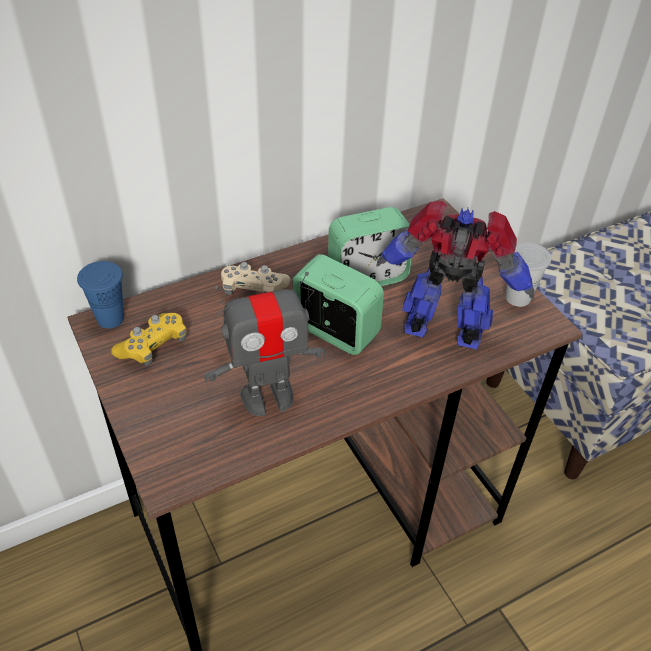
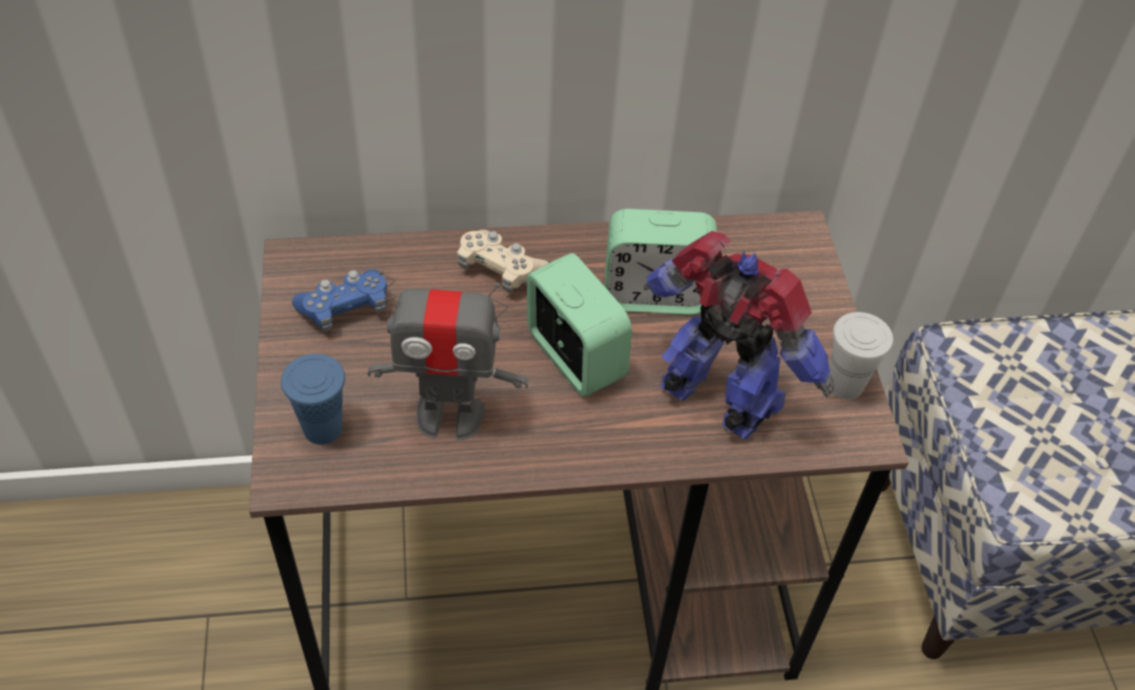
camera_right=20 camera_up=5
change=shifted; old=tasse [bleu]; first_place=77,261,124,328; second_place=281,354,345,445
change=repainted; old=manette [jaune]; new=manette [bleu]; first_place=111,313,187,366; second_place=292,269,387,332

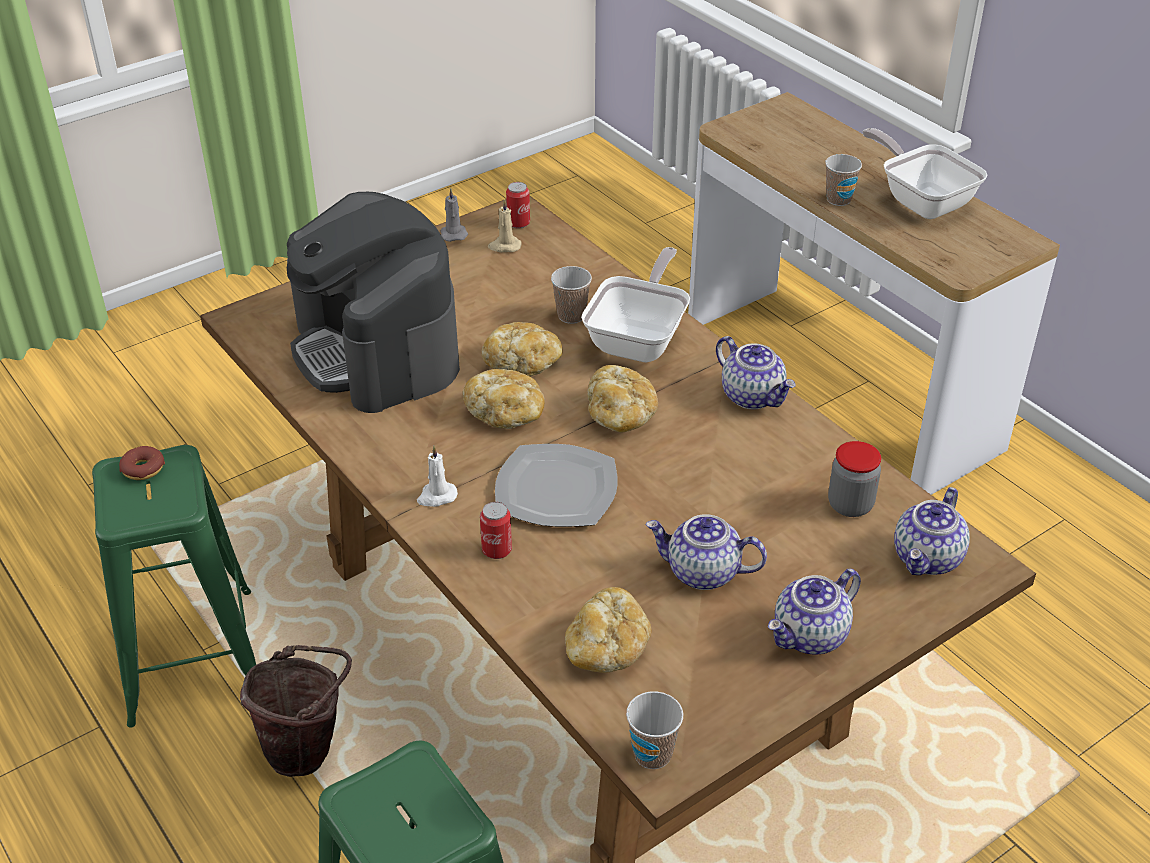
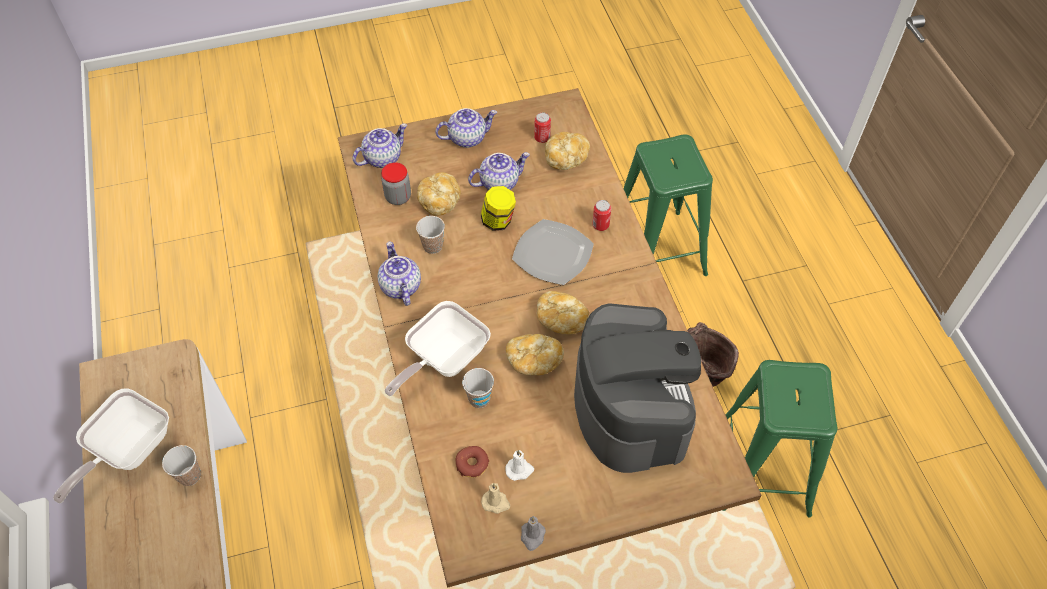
camera_right=-160 camera_up=15
change=new; new=bocal; second_place=481,186,516,231
change=shifted; old=beignet; first_place=119,446,165,480; second_place=456,446,489,477
change=shifted; old=bougie [blanc]; first_place=417,446,458,507; second_place=505,450,534,481
change=shifted; old=boîte métallique; first_place=506,182,530,228; second_place=534,112,551,143
change=shifted; old=pain; first_place=587,365,658,432; second_place=417,172,461,216
change=shifted; old=tasse; first_place=626,691,683,769; second_place=416,216,445,254
change=rotated; old=théière; first_place=646,514,767,590; second_place=468,152,530,190; degrees=-60
change=rotated; old=poêle; first_place=862,128,987,219; second_place=53,388,169,503; degrees=45

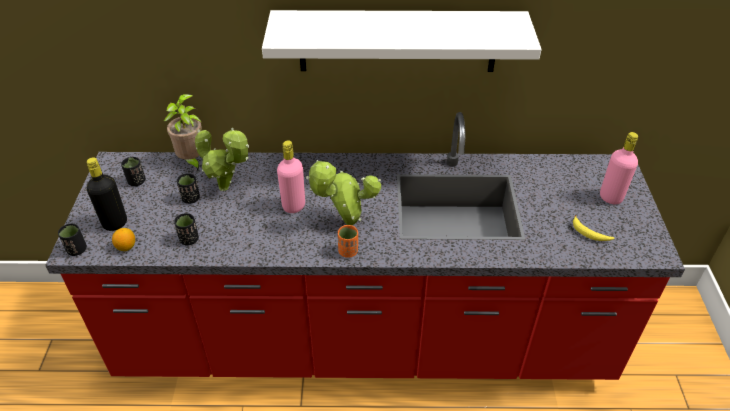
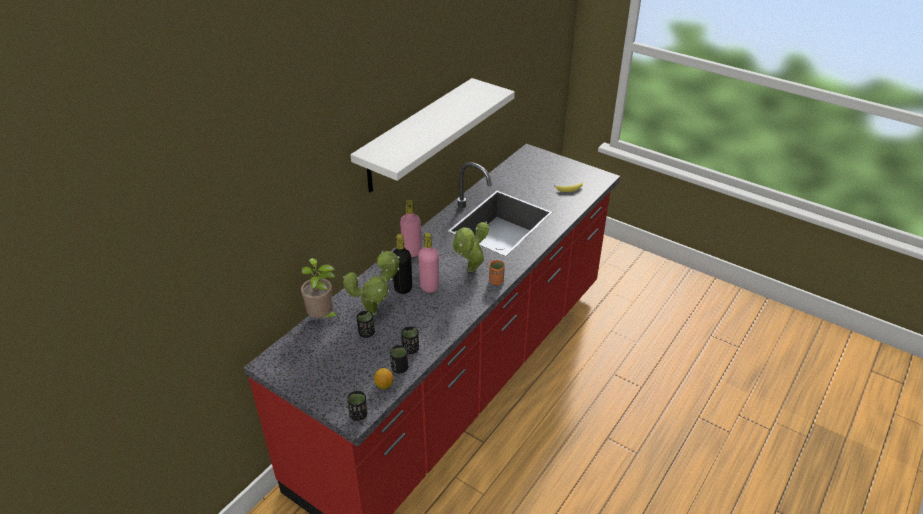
camera_right=-55 camera_up=-5
change=shifted; old=bouteille [noir]; first_place=86,157,127,231; second_place=393,234,412,294
change=shifted; old=tasse [noir]; first_place=121,157,146,186; second_place=390,345,408,374
change=shifted; old=bouteille [rose]; first_place=600,132,638,204; second_place=400,200,422,257

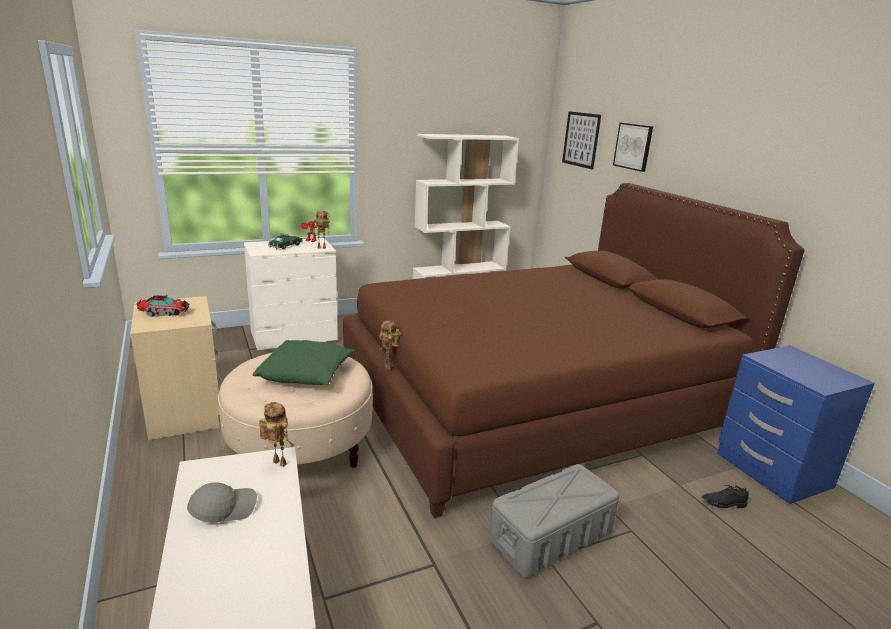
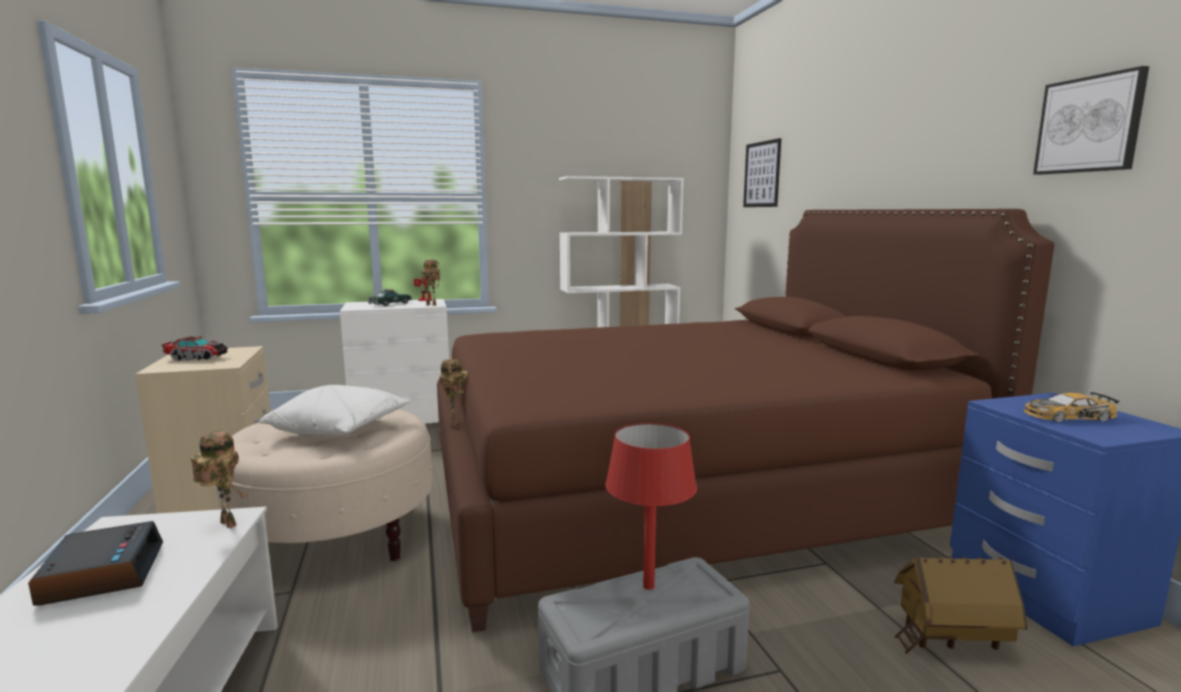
camera_right=10 camera_up=-10
change=new; new=lampe de table [rouge]; second_place=605,423,697,590
change=new; new=petite voiture; second_place=1023,392,1119,422
change=shifted; old=tableau; first_place=613,123,653,172; second_place=1033,66,1149,175
change=swapped; old=casquette [gris]; new=réveil; first_place=187,482,257,522; second_place=28,521,163,606
change=swapped; old=chaussure [noir]; new=maison miniature; first_place=701,485,749,508; second_place=894,556,1027,654
change=repainted; old=coussin [vert]; new=coussin [blanc]; first_place=253,340,355,385; second_place=259,385,411,435

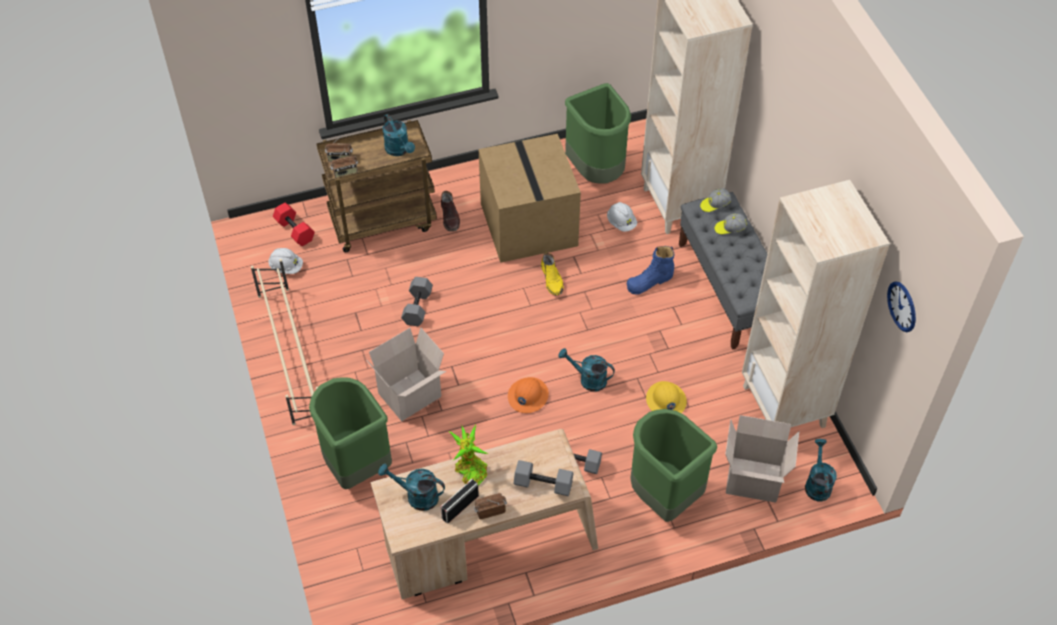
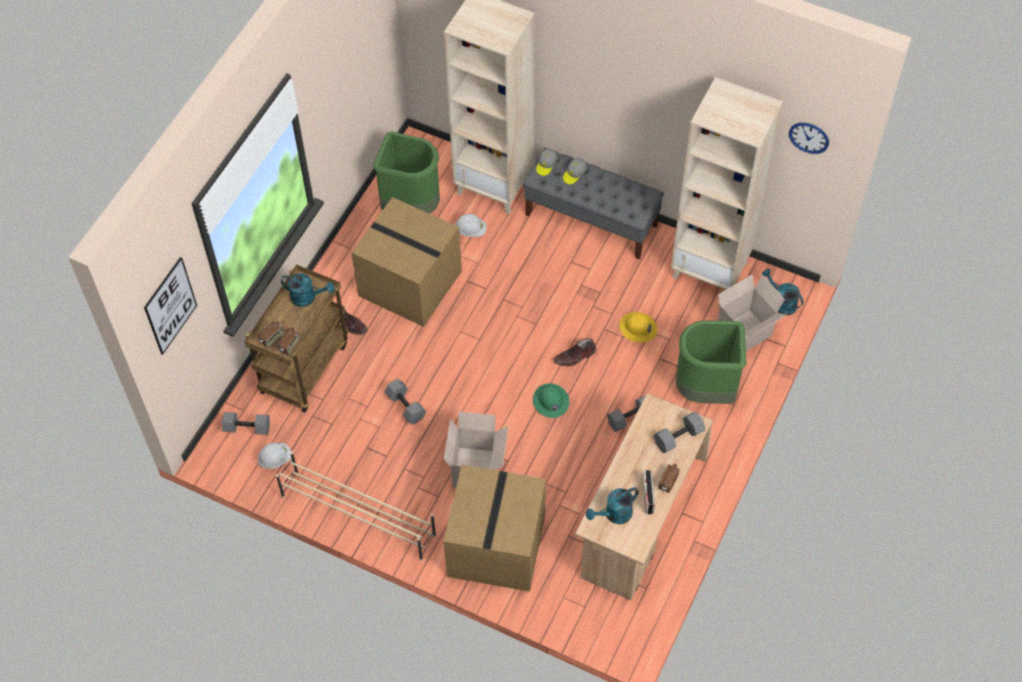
camera_right=-45 camera_up=5
change=gone; old=plante en pot; first_place=449,425,488,485
change=gone; old=botte [jaune]; first_place=541,253,564,295
change=gone; old=botte [bleu]; first_place=627,246,674,295
change=new; new=tableau; second_place=144,257,197,355
change=swapped; old=poubelle [vert]; new=carton; first_place=309,377,392,489; second_place=443,465,546,592
change=swapped; old=arrosoir [turquoise]; new=botte [marron]; first_place=558,348,615,392; second_place=553,338,596,366
change=repainted; old=haltère [rouge]; new=haltère [gris]; first_place=273,203,315,246; second_place=222,412,270,435
change=repainted; old=casque de chantier [orange]; new=casque de chantier [vert]; first_place=508,377,549,413; second_place=533,383,569,418

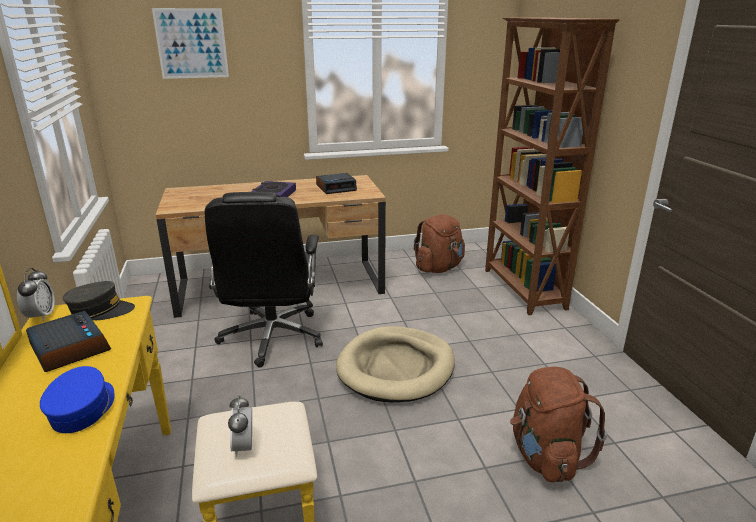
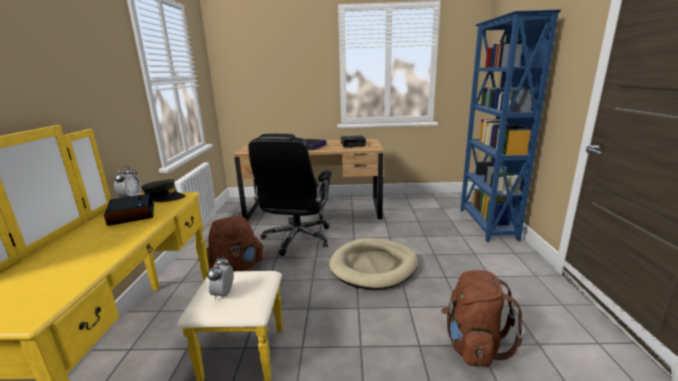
camera_right=15 camera_up=-5
change=gone; old=casquette [bleu]; first_place=40,366,115,433
change=gone; old=tableau; first_place=152,8,229,79
change=shifted; old=sac à dos [marron]; first_place=414,214,465,273; second_place=206,216,264,271
change=repainted; old=bibliothèque [marron]; new=bibliothèque [bleu]; first_place=485,17,620,315; second_place=460,9,561,242

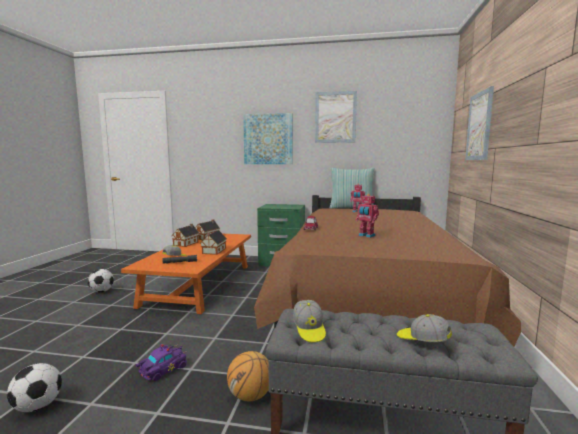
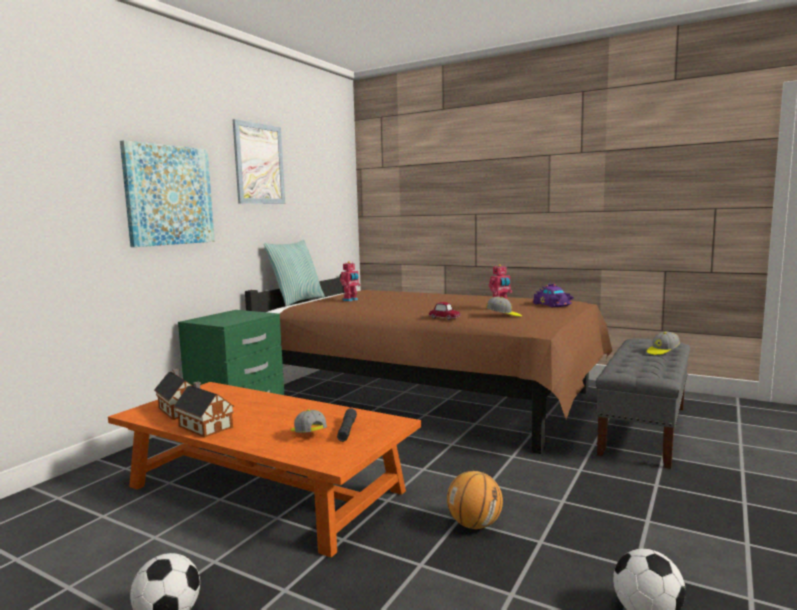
camera_right=-70 camera_up=0
change=gone; old=maison miniature; first_place=200,230,227,255
change=gone; old=tableau; first_place=465,86,494,160
change=shifted; old=petite voiture [violet]; first_place=136,344,187,381; second_place=533,283,574,308
change=shifted; old=ballon de basket; first_place=227,351,269,402; second_place=447,471,503,529
change=shifted; old=casquette; first_place=293,300,326,343; second_place=486,297,522,317

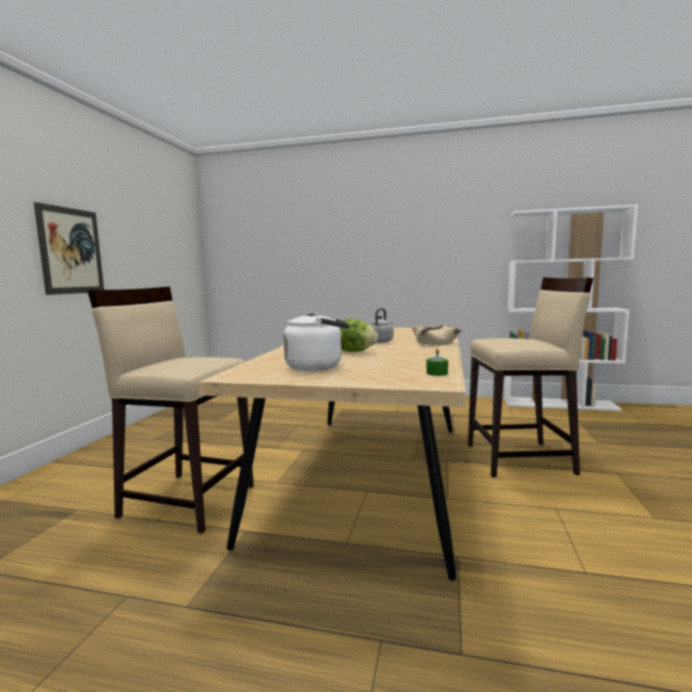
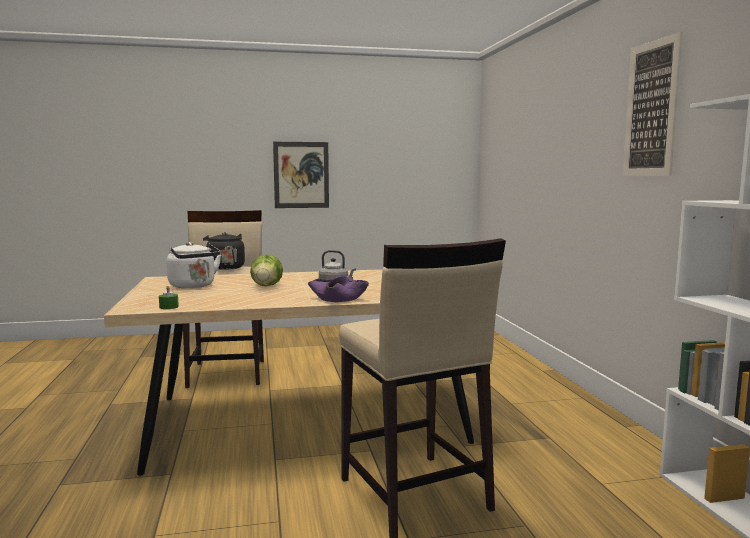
camera_right=65 camera_up=0
change=new; new=bouilloire [noir]; second_place=203,232,245,270
change=new; new=tableau; second_place=623,32,683,176
change=repainted; old=bol [beige]; new=bol [violet]; first_place=412,325,461,345; second_place=308,276,369,302

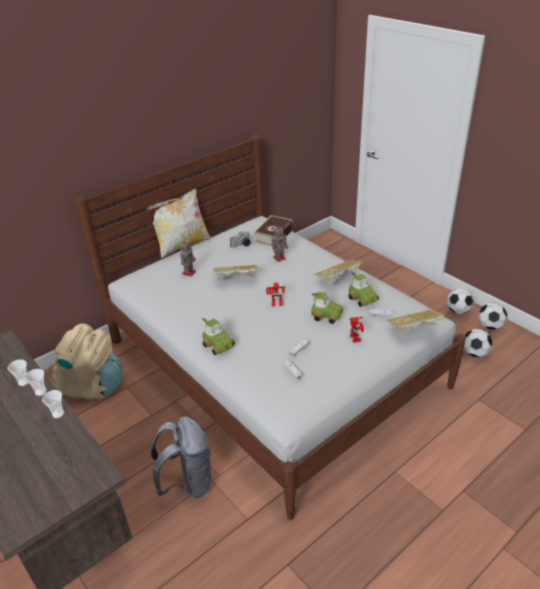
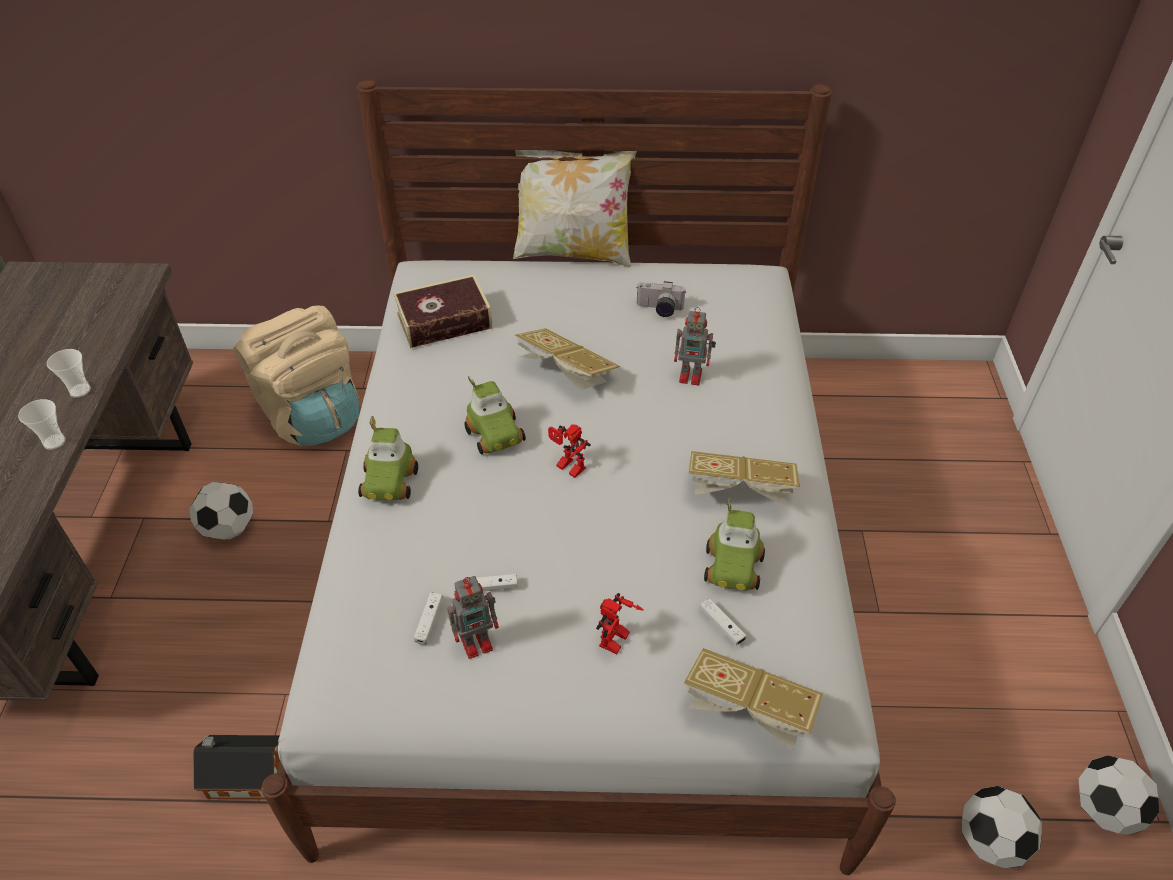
camera_right=40 camera_up=10
change=gone; old=tasse; first_place=8,359,28,386
change=gone; old=sac à dos [gris]; first_place=150,416,213,498
change=new; new=maison miniature; second_place=193,735,280,799
change=shifted; old=robot jouet; first_place=180,241,196,276; second_place=447,576,499,659
change=shifted; old=livre; first_place=254,215,293,246; second_place=393,275,492,348
change=shifted; old=petite voiture; first_place=311,292,344,324; second_place=464,376,526,455
change=shifted; old=ballon de foot; first_place=447,288,474,314; second_place=189,482,253,540

